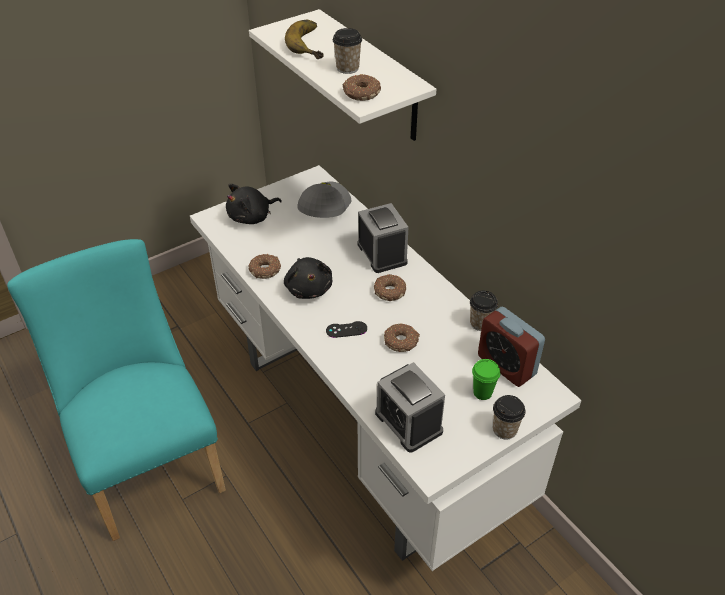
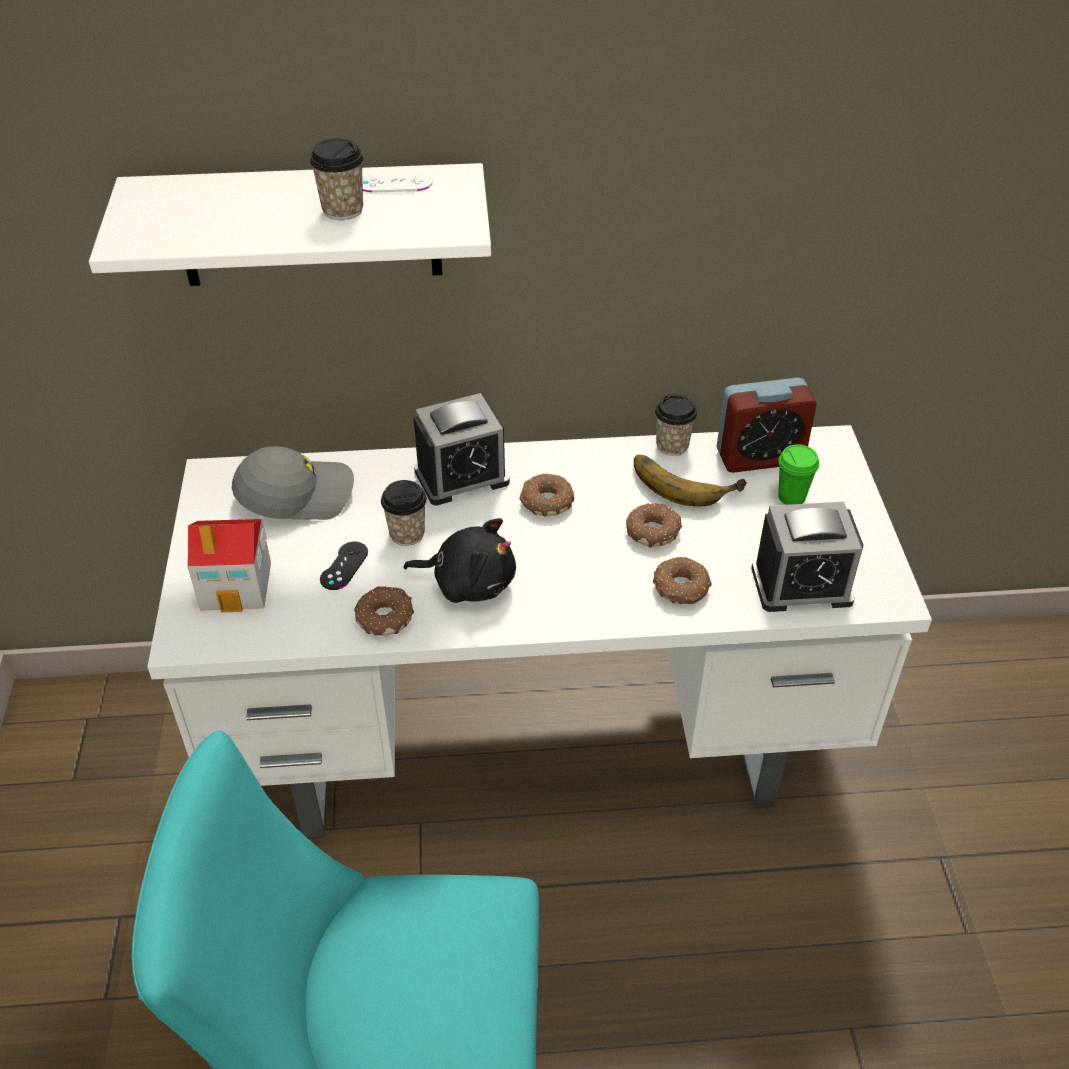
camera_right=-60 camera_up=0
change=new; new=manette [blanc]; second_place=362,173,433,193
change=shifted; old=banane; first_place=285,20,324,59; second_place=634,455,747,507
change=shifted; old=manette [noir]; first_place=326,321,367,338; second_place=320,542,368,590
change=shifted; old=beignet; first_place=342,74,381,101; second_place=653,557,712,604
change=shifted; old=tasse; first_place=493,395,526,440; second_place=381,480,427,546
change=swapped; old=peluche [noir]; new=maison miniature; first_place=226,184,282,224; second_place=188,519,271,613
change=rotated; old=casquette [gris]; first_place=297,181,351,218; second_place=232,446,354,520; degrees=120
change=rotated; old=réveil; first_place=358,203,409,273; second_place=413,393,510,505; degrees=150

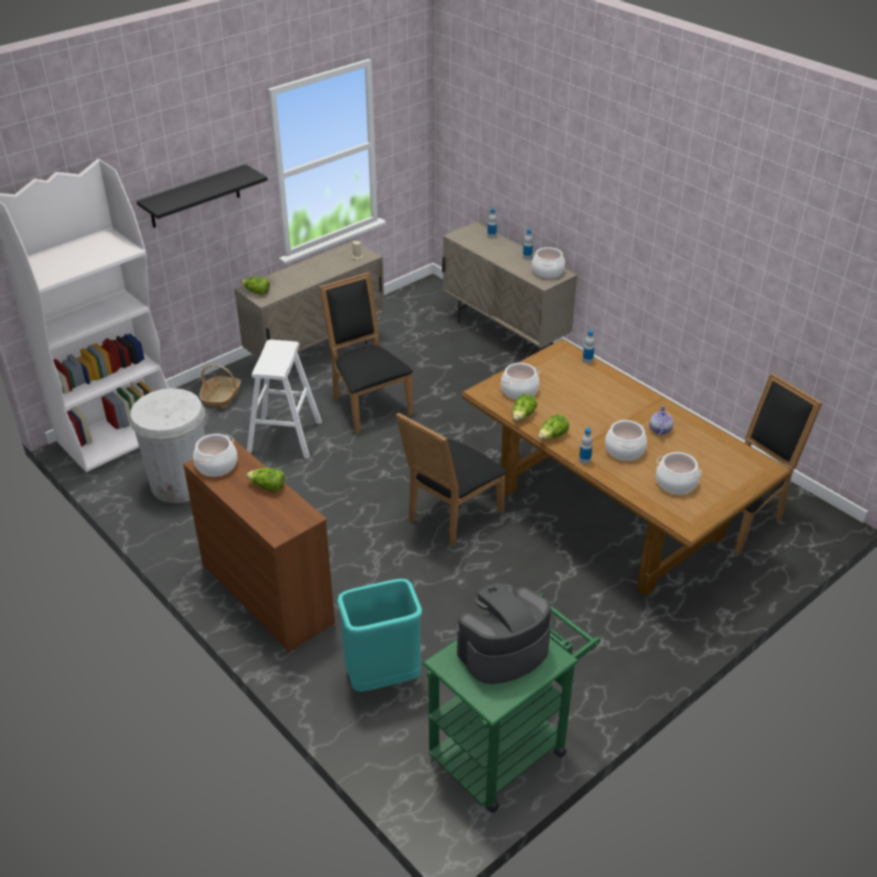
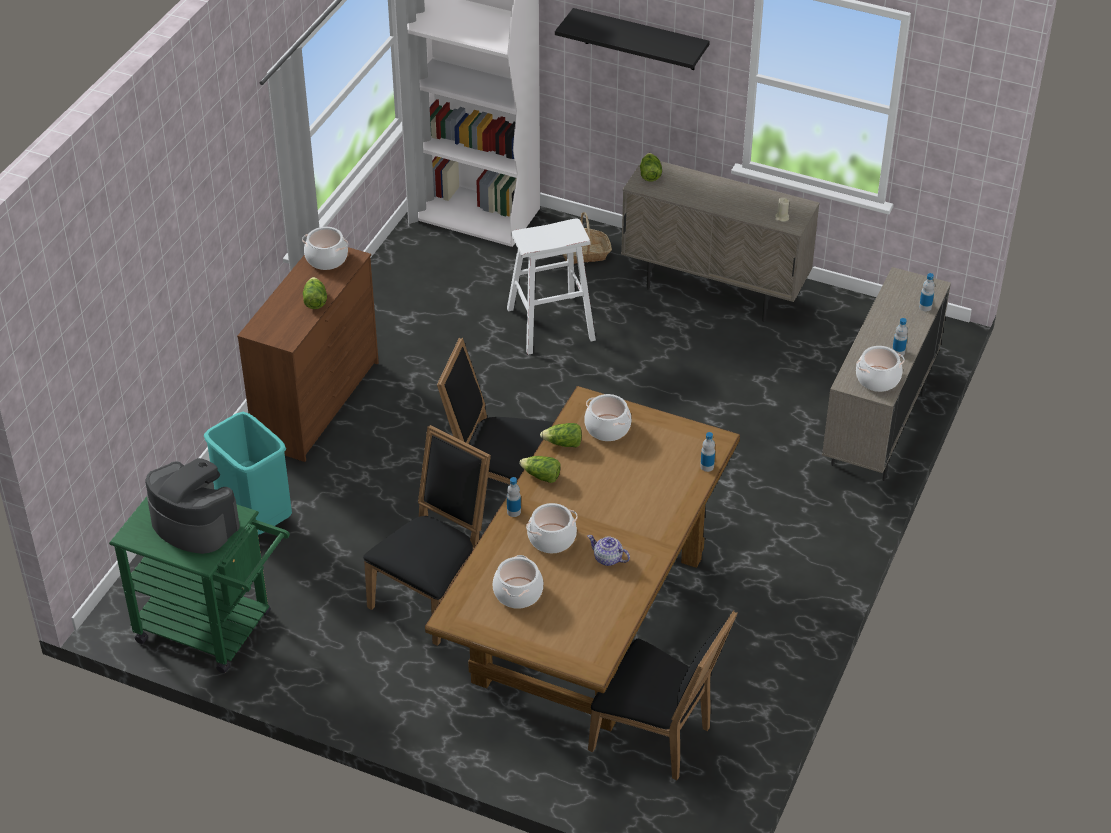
camera_right=65 camera_up=5
change=gone; old=poubelle [blanc]; first_place=129,388,205,503
change=shifted; old=chaise [noir]; first_place=319,273,413,434; second_place=363,425,491,646
change=rotated; old=théière; first_place=649,405,673,436; second_place=587,535,630,566; degrees=-135

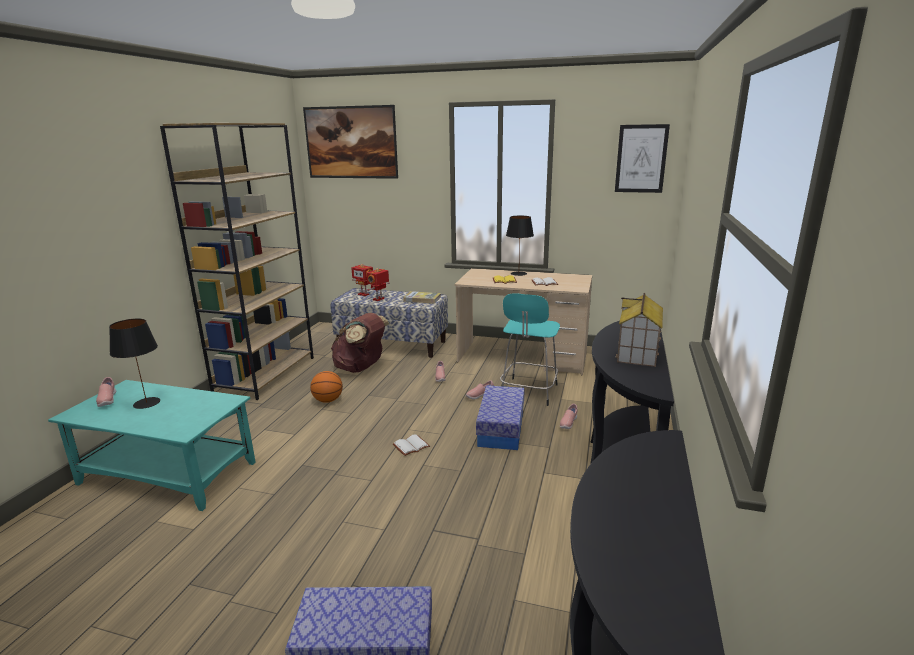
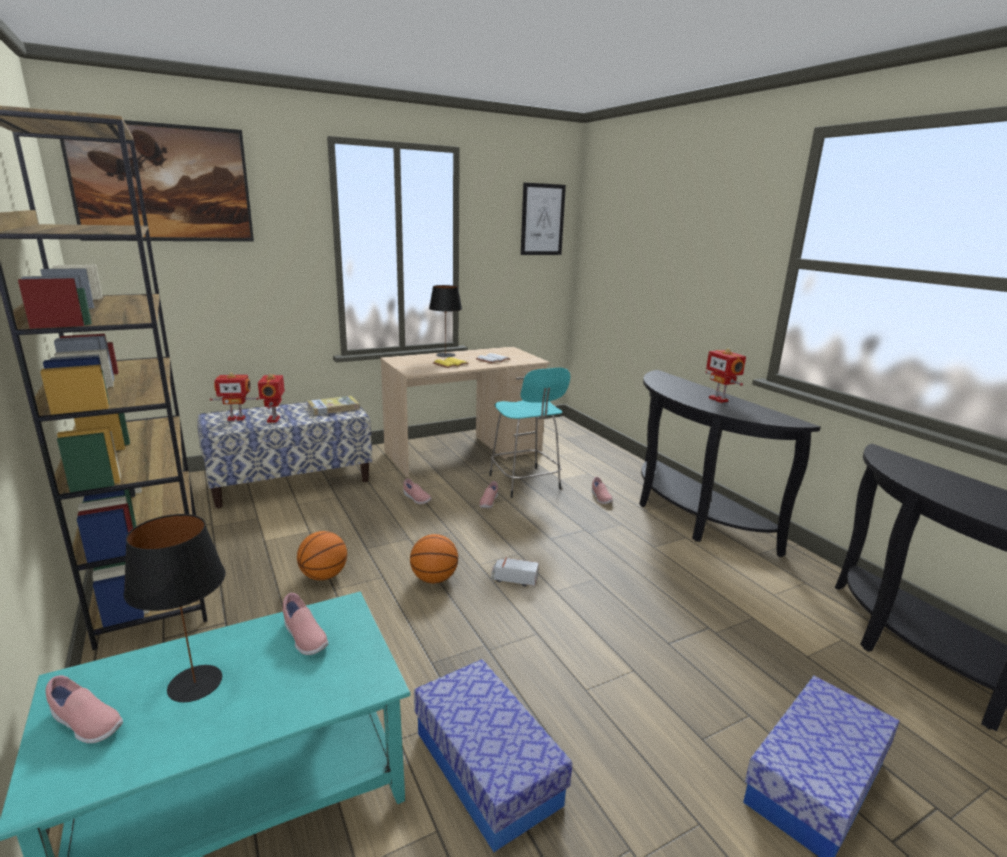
camera_right=-45 camera_up=0
change=gone; old=sac à dos [marron]; first_place=331,313,390,373
change=new; new=chaussure [rose]; second_place=283,593,328,655
change=new; new=ballon de basket; second_place=410,534,458,583
change=shifted; old=boîte de rangement; first_place=476,385,525,450; second_place=414,659,573,852
change=swapped; old=livre [blanc]; new=camion jouet; first_place=393,434,430,456; second_place=491,557,539,587
change=swapped; old=maison miniature; new=robot jouet; first_place=615,293,663,367; second_place=705,348,746,403

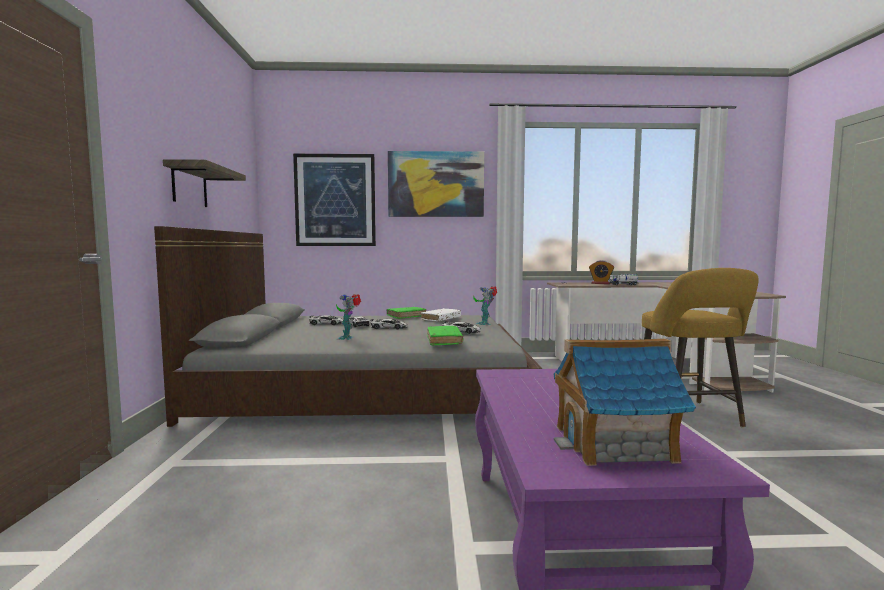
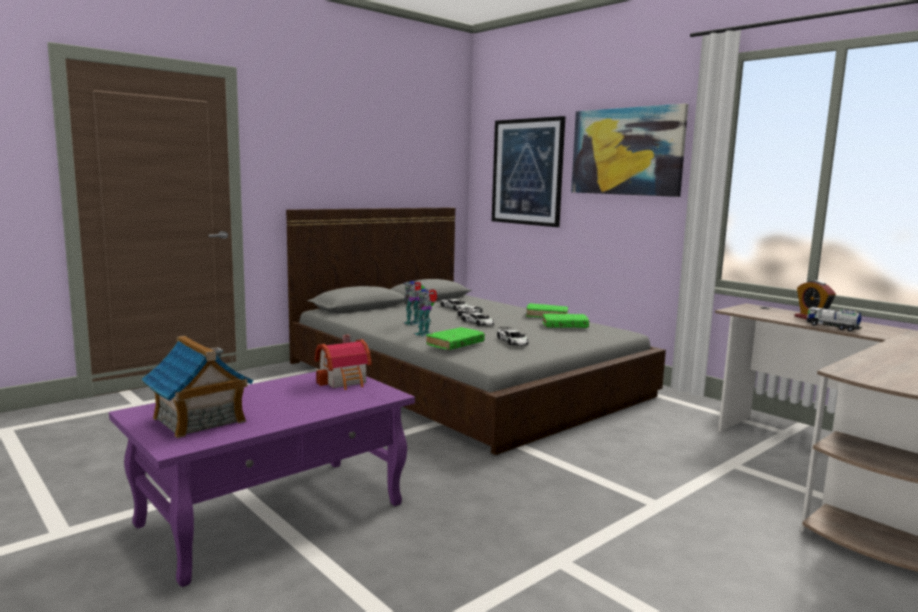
camera_right=50 camera_up=5
change=gone; old=étagère; first_place=163,159,246,207
change=gone; old=tabouret [jaune]; first_place=642,268,759,428
change=new; new=maison miniature; second_place=315,335,372,390
change=shifted; old=robot jouet; first_place=473,286,497,325; second_place=413,288,437,337
change=repainted; old=livre [blanc]; new=livre [vert]; first_place=421,308,461,322; second_place=543,313,589,328

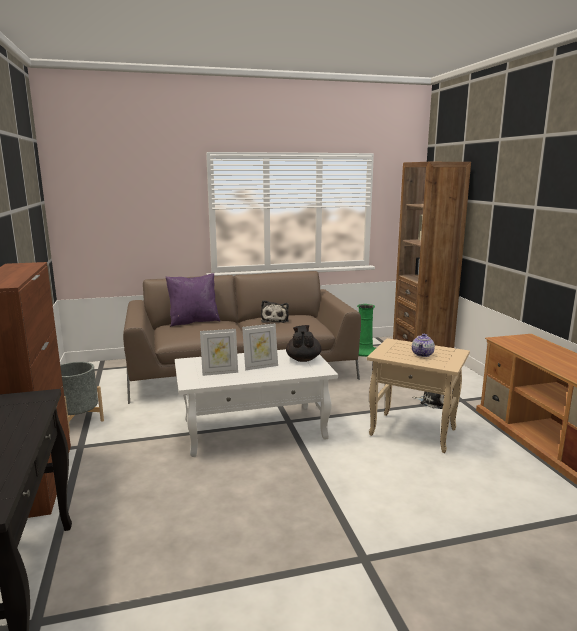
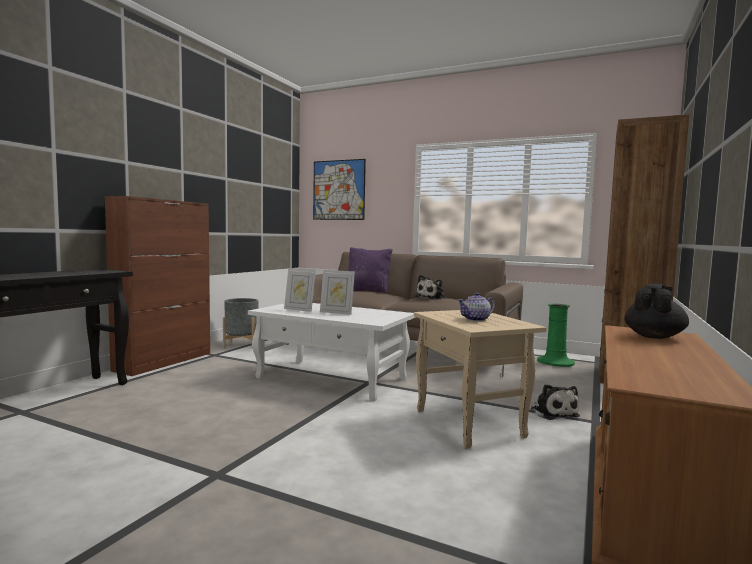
camera_right=40 camera_up=-10
change=new; new=tableau; second_place=313,159,366,220
change=shifted; old=théière [noir]; first_place=286,325,322,362; second_place=625,284,689,339

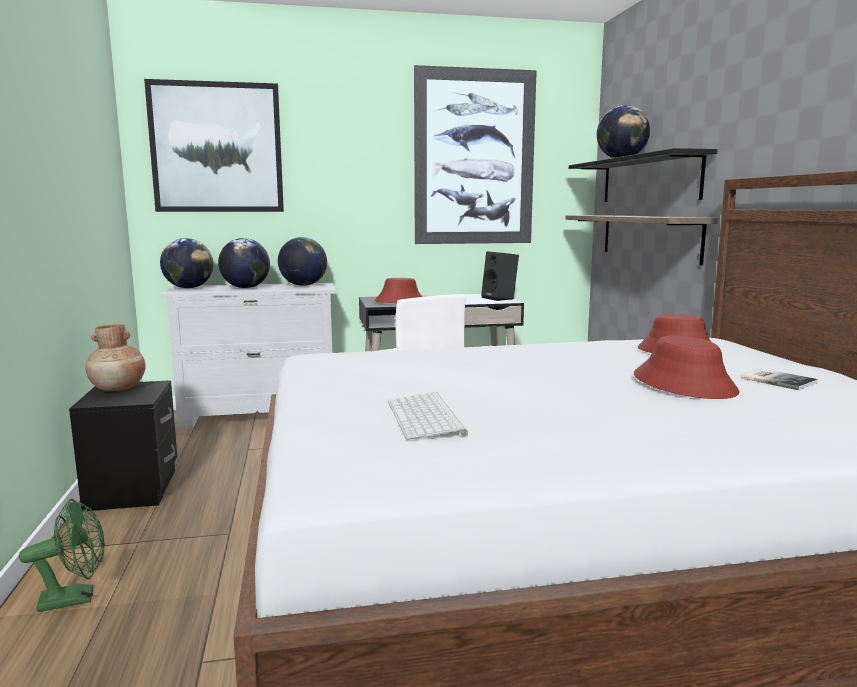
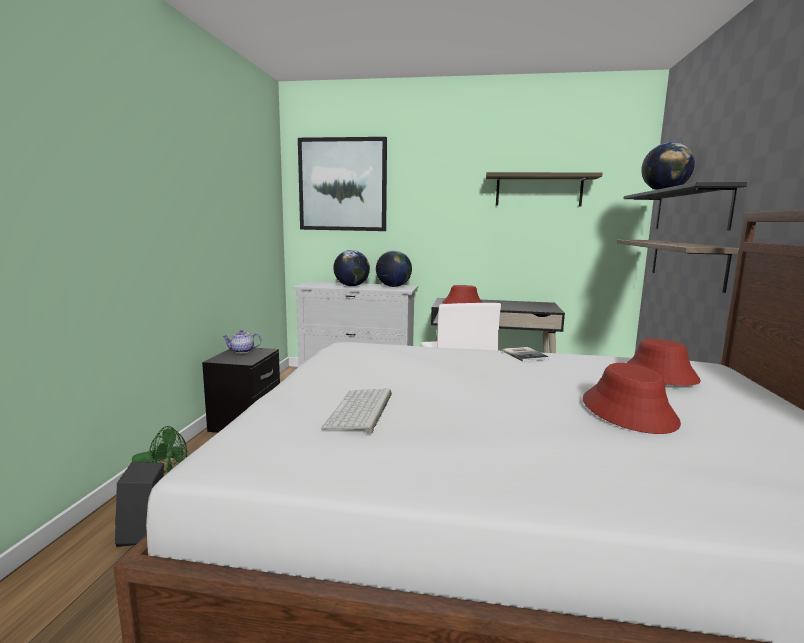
camera_right=20 camera_up=0
change=gone; old=globe; first_place=160,238,213,289
change=shifted; old=enceinte [noir]; first_place=481,251,519,301; second_place=115,462,164,547
change=shifted; old=livre; first_place=741,368,818,390; second_place=502,347,549,362
change=swapped; old=vase [marron]; new=théière; first_place=86,324,146,391; second_place=222,330,261,353
change=swapped; old=tableau; new=étagère; first_place=414,65,537,244; second_place=486,172,602,206

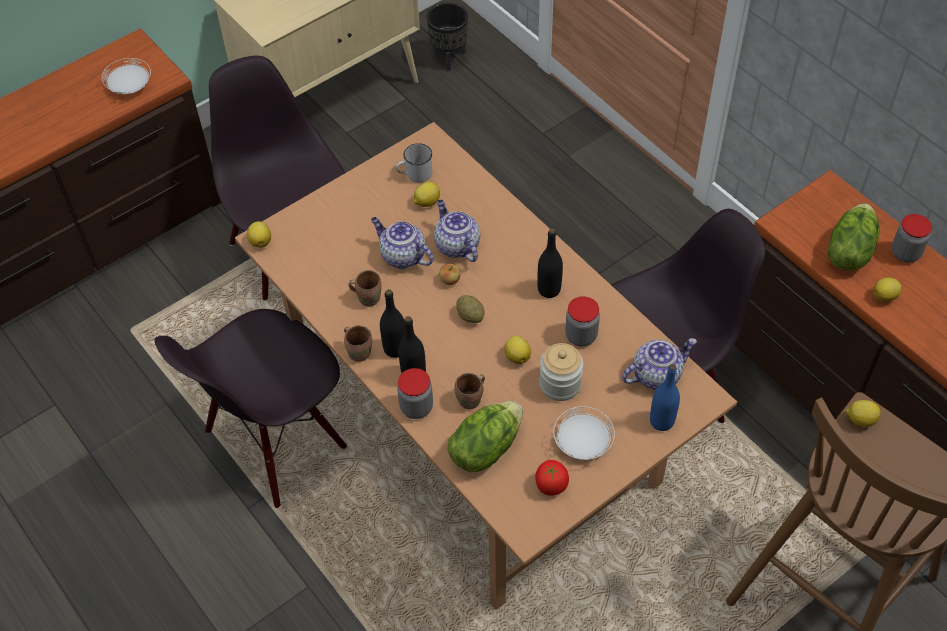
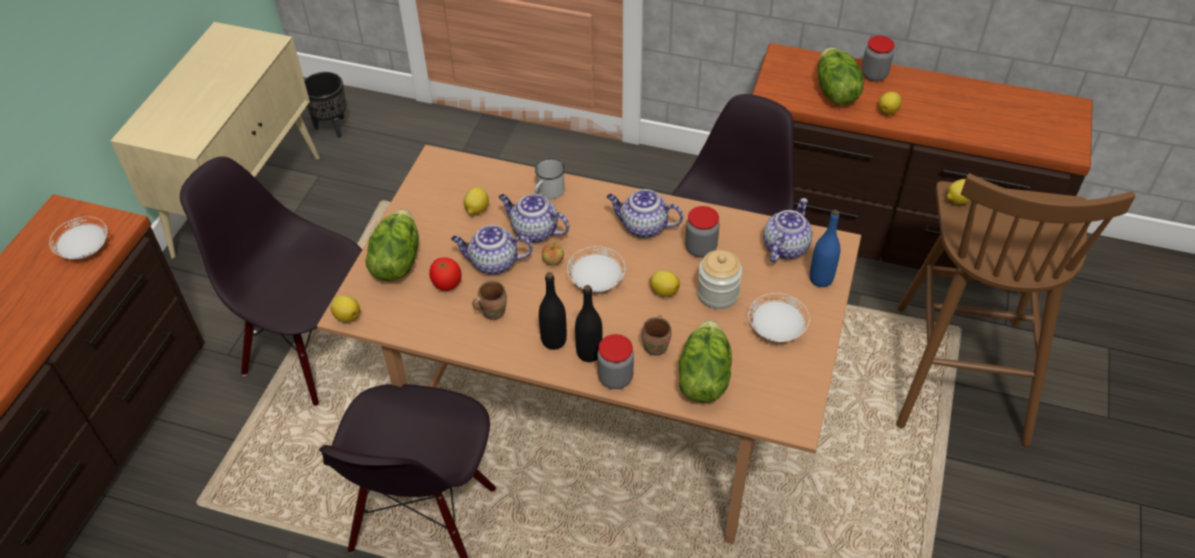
camera_right=-35 camera_up=-5
change=gone; old=mug [marron]; first_place=344,325,372,362
change=new; new=laitue; second_place=365,209,419,281
change=shifted; old=mug [blanc]; first_place=396,143,432,183; second_place=535,159,565,199
change=shifted; old=tomate; first_place=535,460,569,496; second_place=429,257,462,291
change=swapped; old=pomme de terre; new=assiette [blanc]; first_place=456,295,484,323; second_place=567,246,626,292
change=swapped; old=bouteille [noir]; new=théière; first_place=537,228,563,298; second_place=607,189,683,238

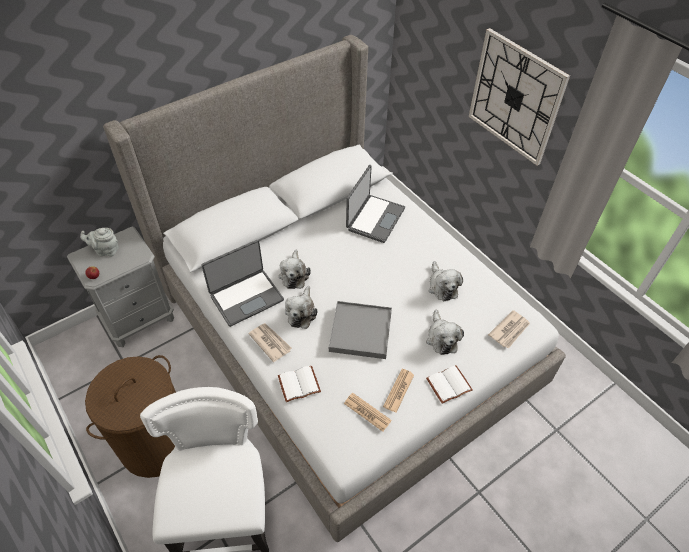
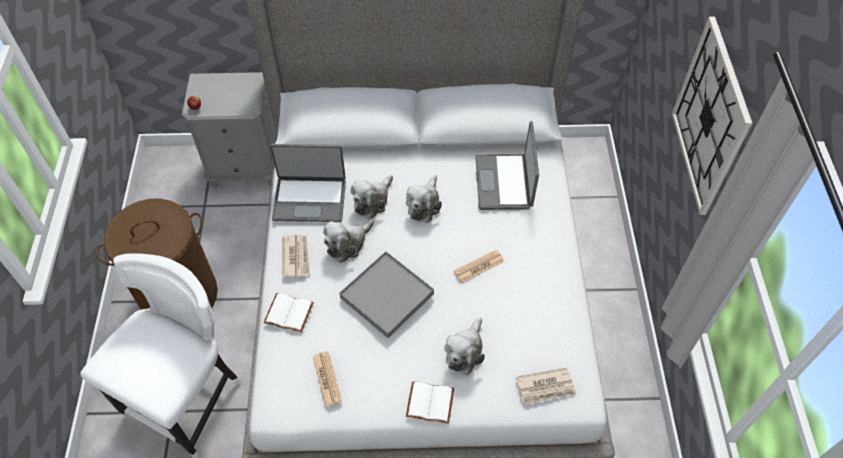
camera_right=35 camera_up=5
change=gone; old=théière [gris]; first_place=80,228,119,257
change=shifted; old=journal; first_place=383,369,414,413; second_place=454,249,504,283
change=shifted; old=peluche; first_place=429,261,463,301; second_place=406,175,442,223
change=rotated; old=ordinateur portable; first_place=346,165,405,243; second_place=475,121,539,210; degrees=120

